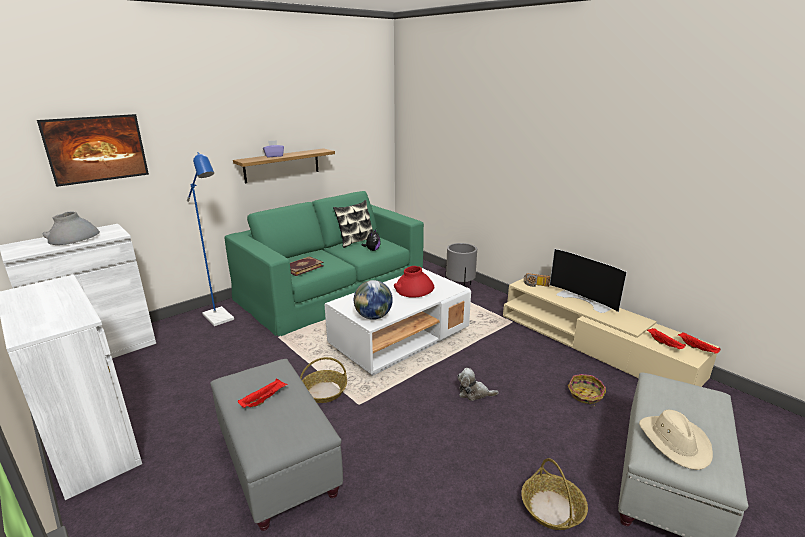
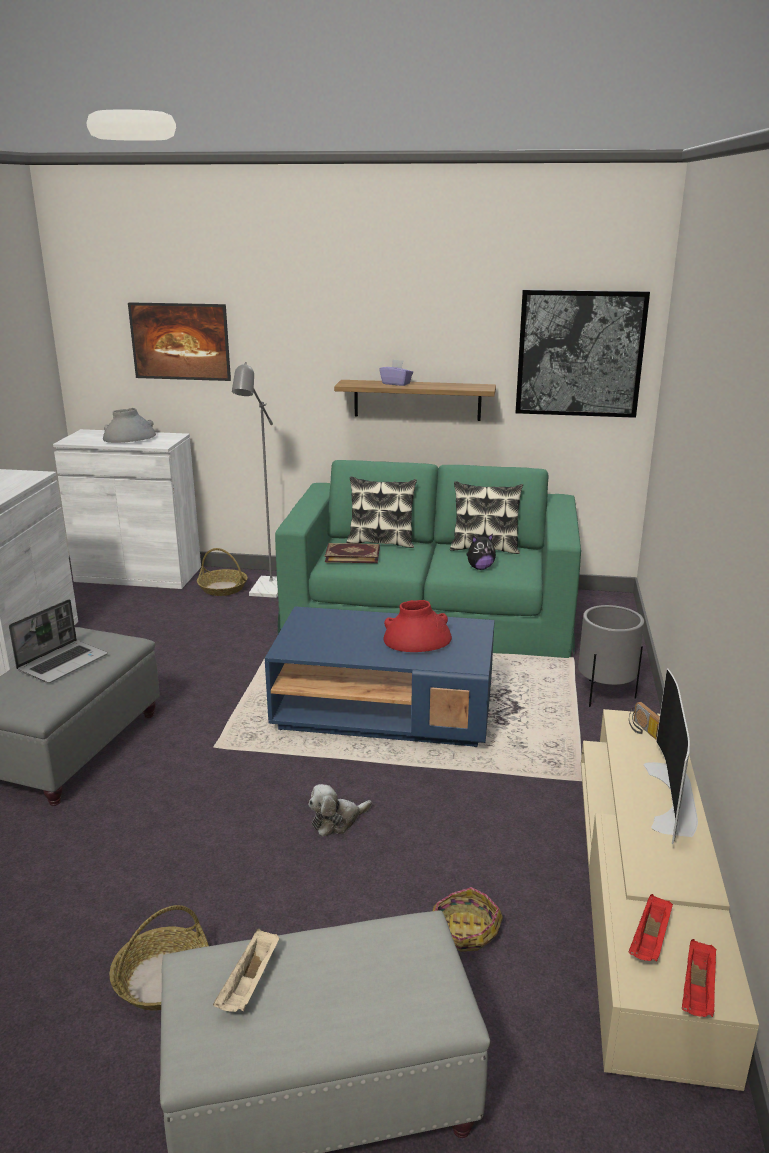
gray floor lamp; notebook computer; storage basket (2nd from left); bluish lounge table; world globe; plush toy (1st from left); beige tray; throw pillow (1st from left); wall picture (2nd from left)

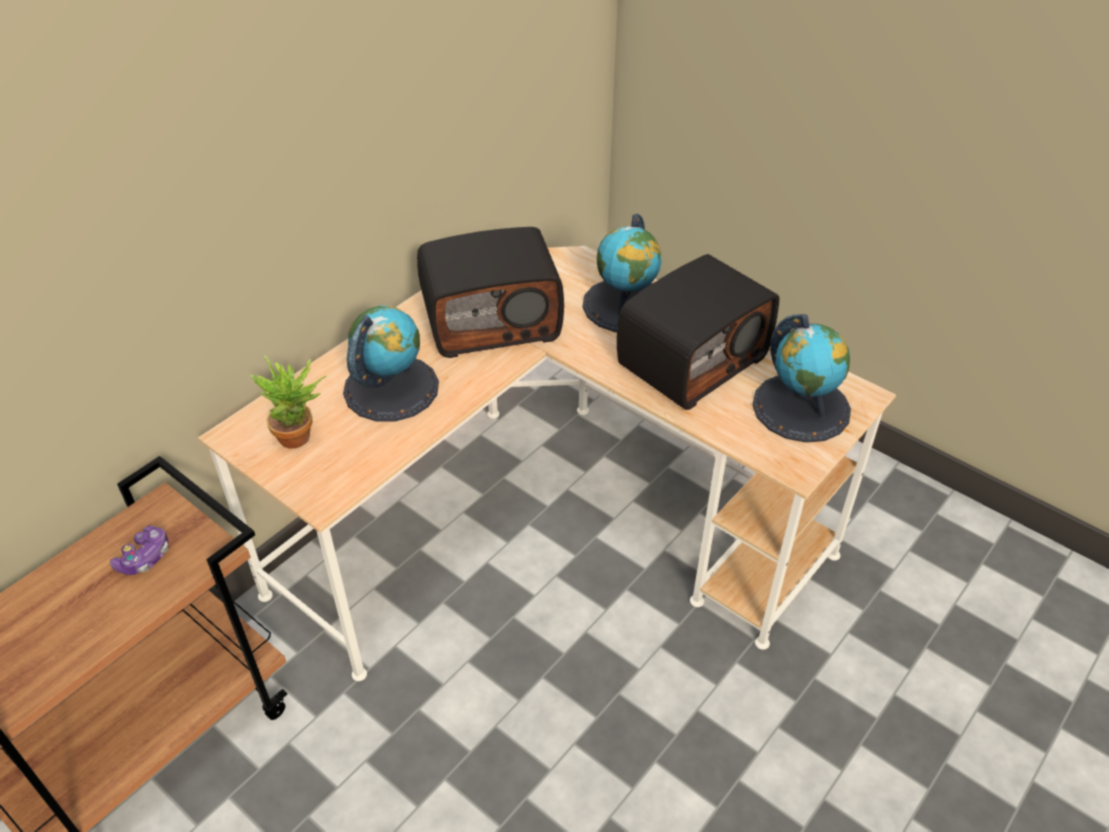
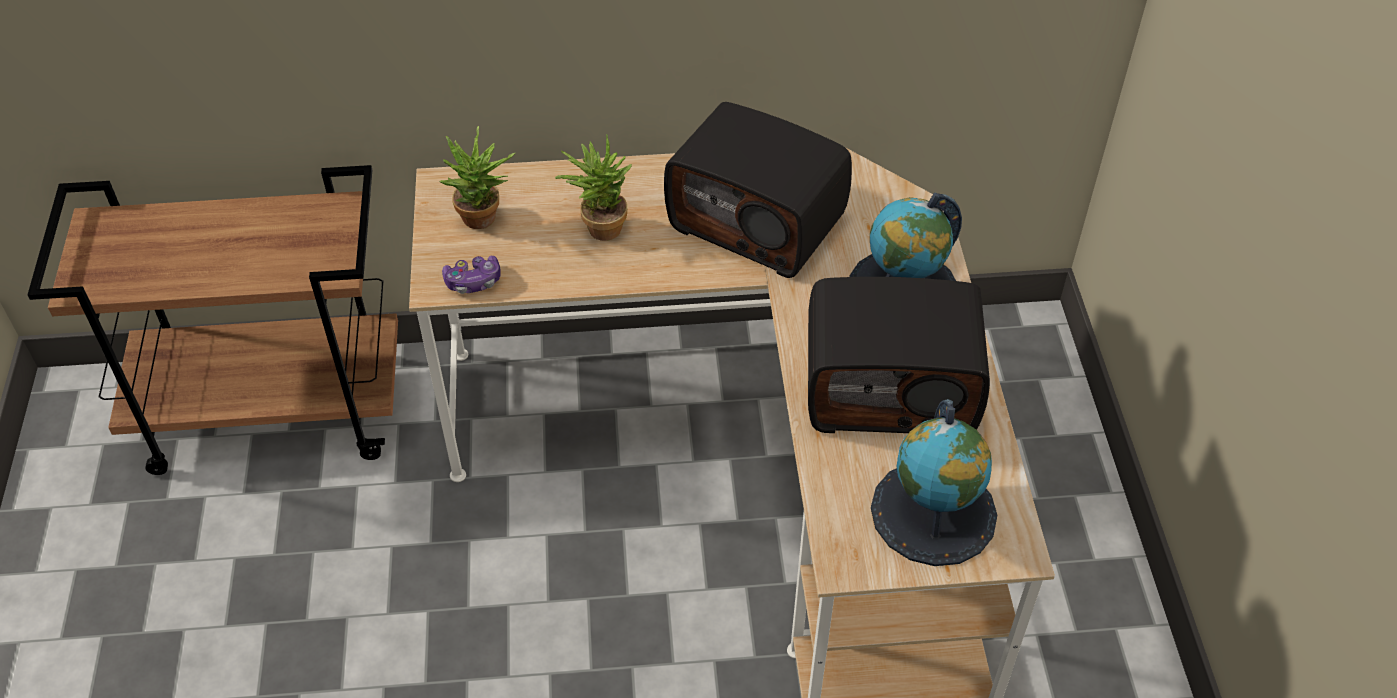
game controller; potted plant (2nd from left)

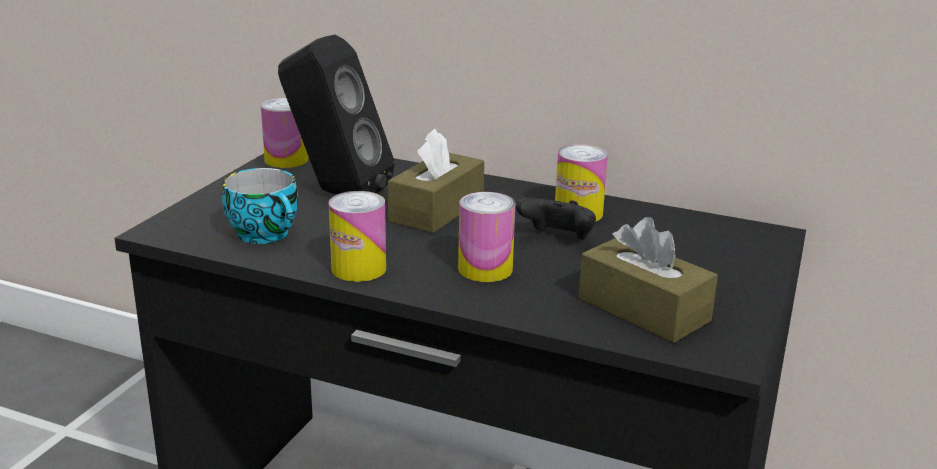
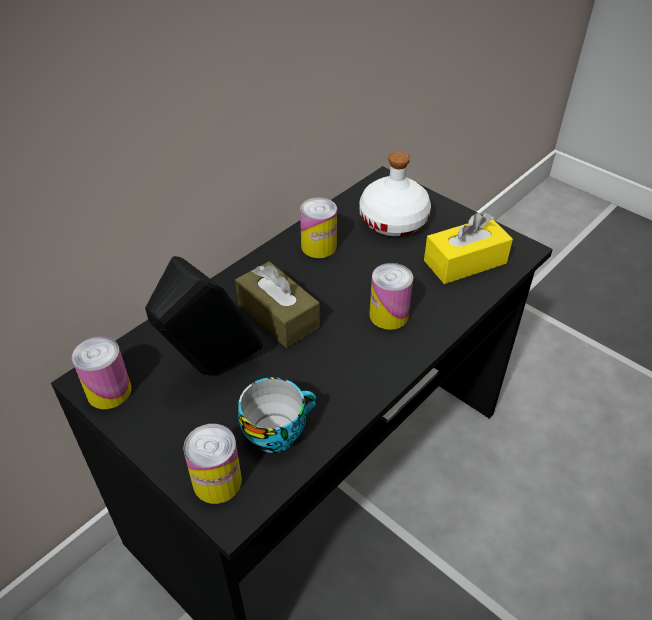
sealed can (2nd from left); black-coloured game controller; yellow box of tissues; whitish beverage bottle

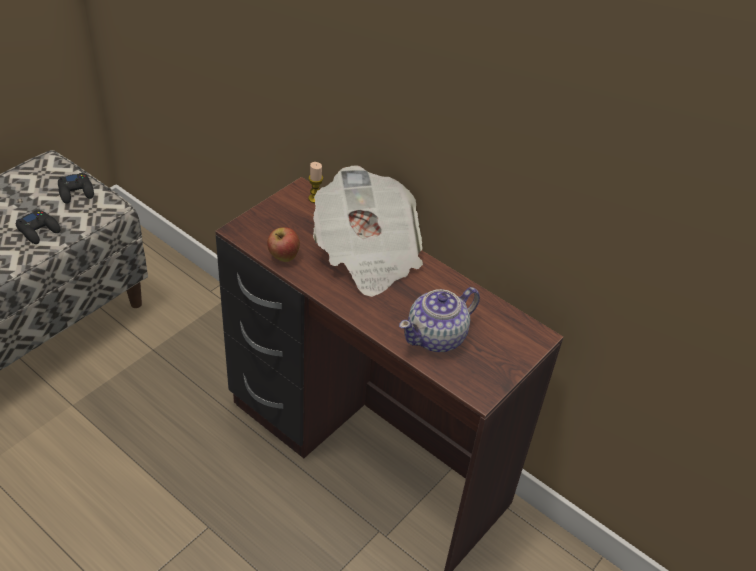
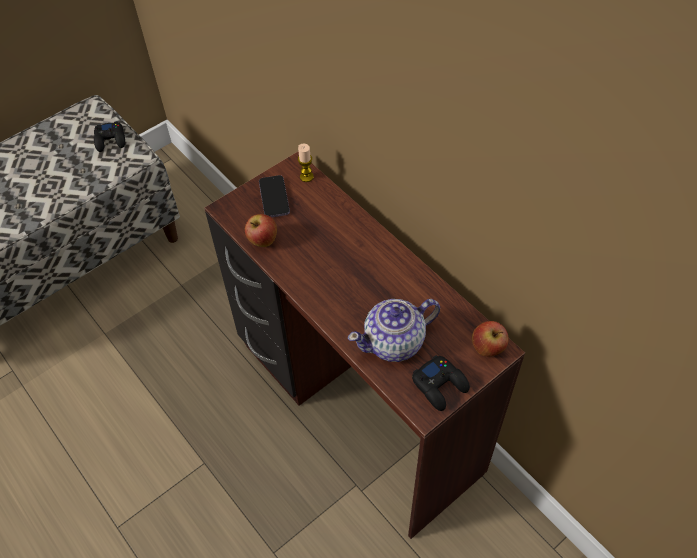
black-coloured game controller (2nd from left); printed paper; handset; whole apple (2nd from left)

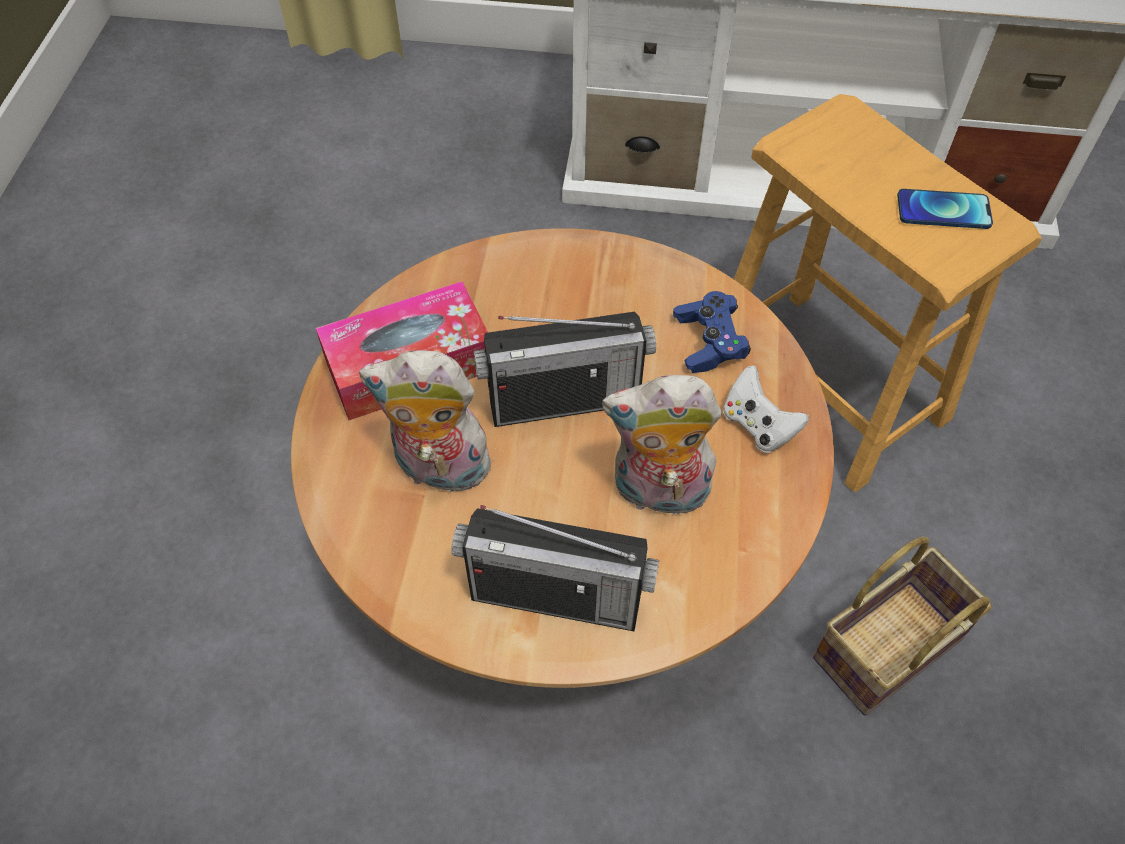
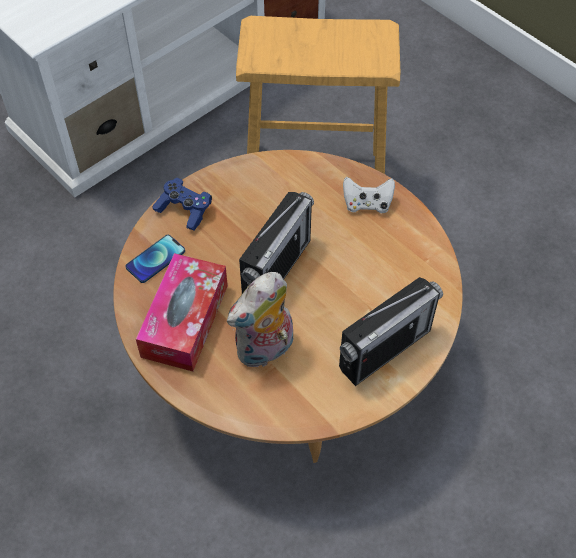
plush toy (2nd from left in the first image); bluish game controller; storage basket; handset

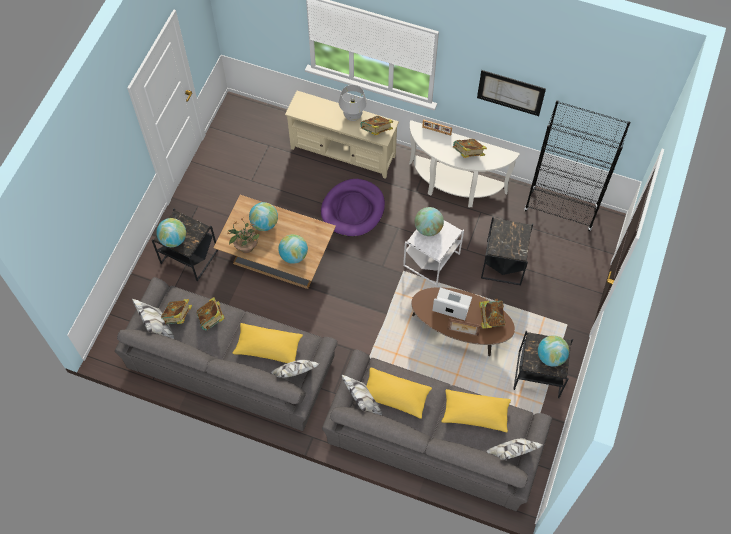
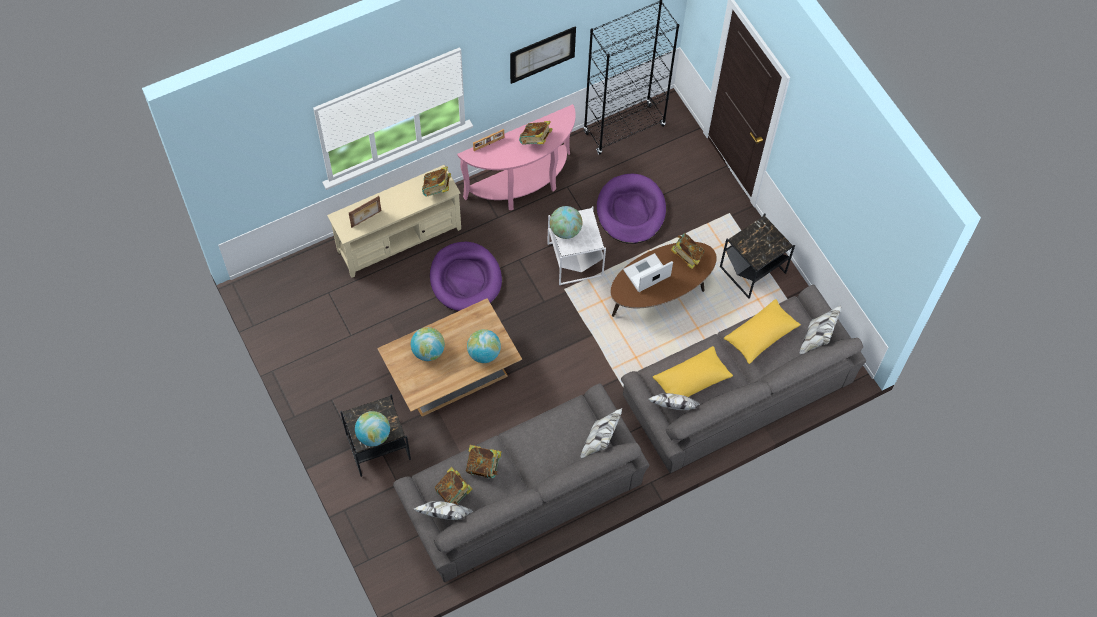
potted plant; yellow throw pillow (1st from left in the first image); whitish tabletop lamp; pinkish console table; picture frame (1st from left); purple pet bed (2nd from left); world globe (5th from left in the first image)

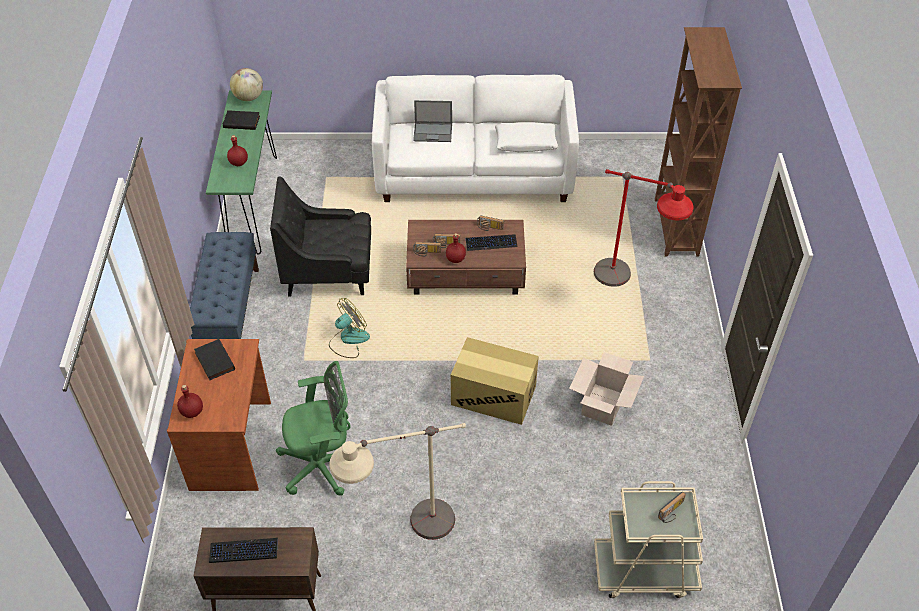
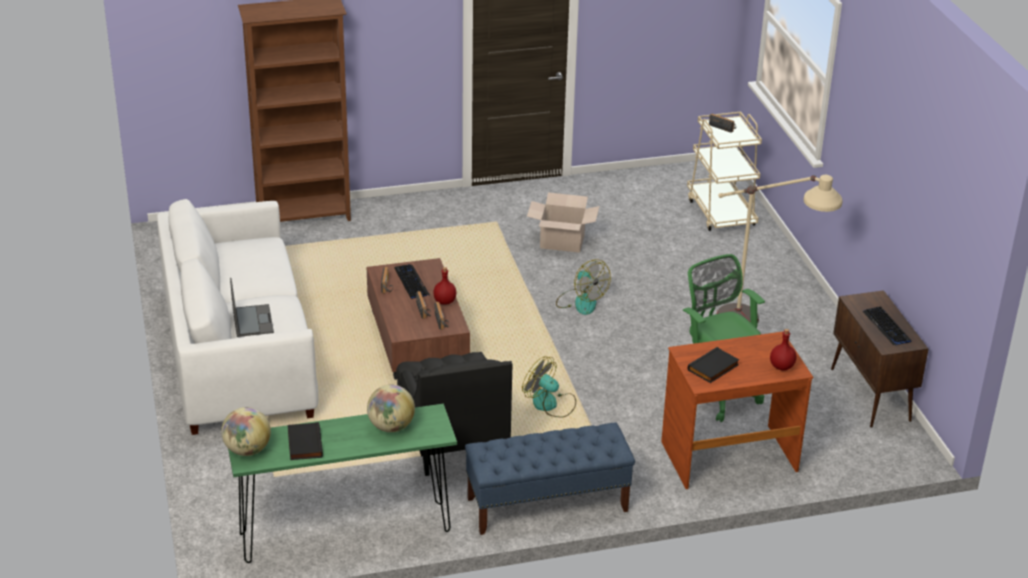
world globe (2nd from left); cooling fan (2nd from left); whitish throw pillow; reddish floor lamp

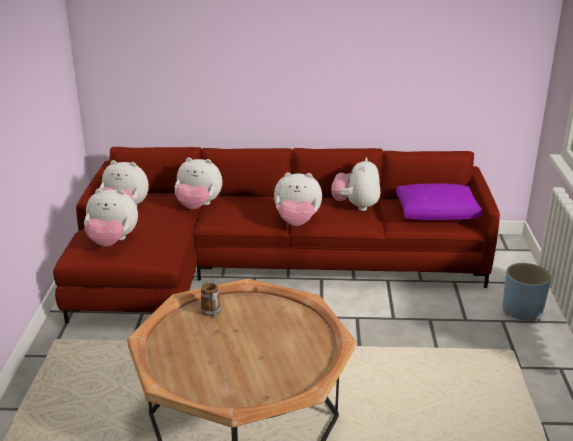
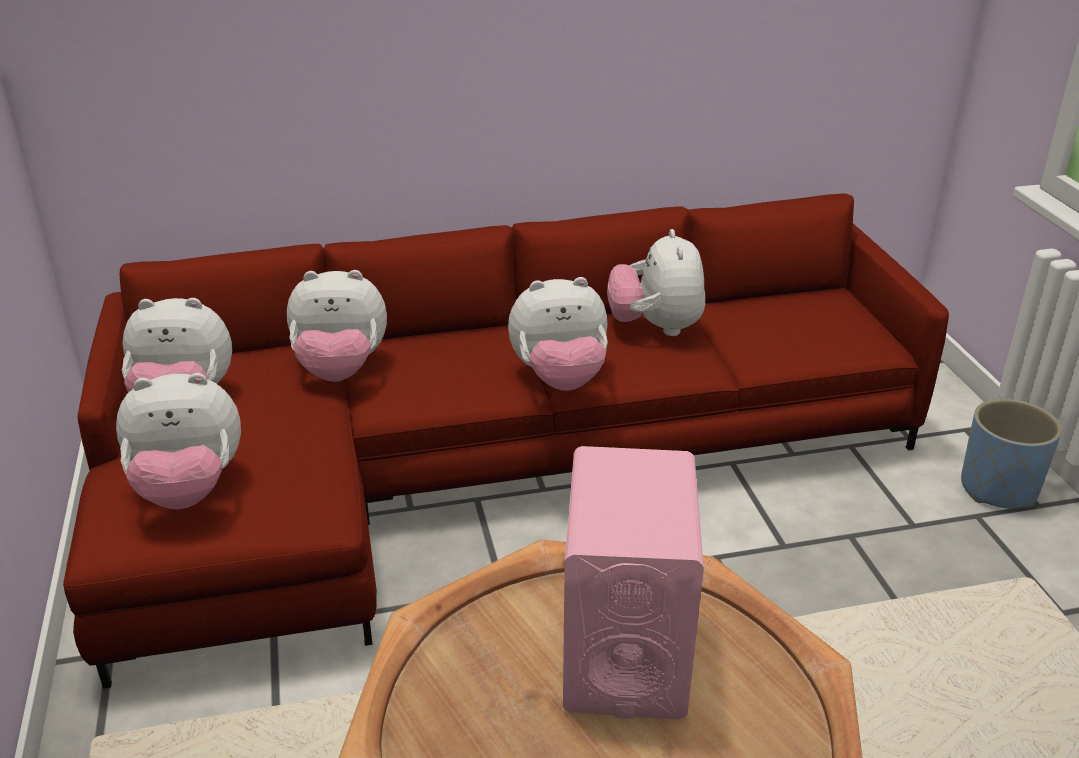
mug; purple throw pillow; pinkish audio speaker

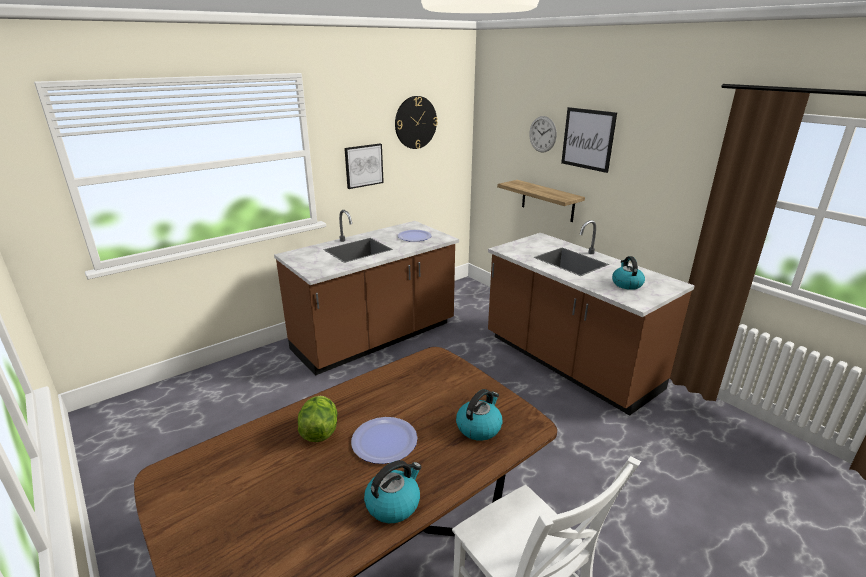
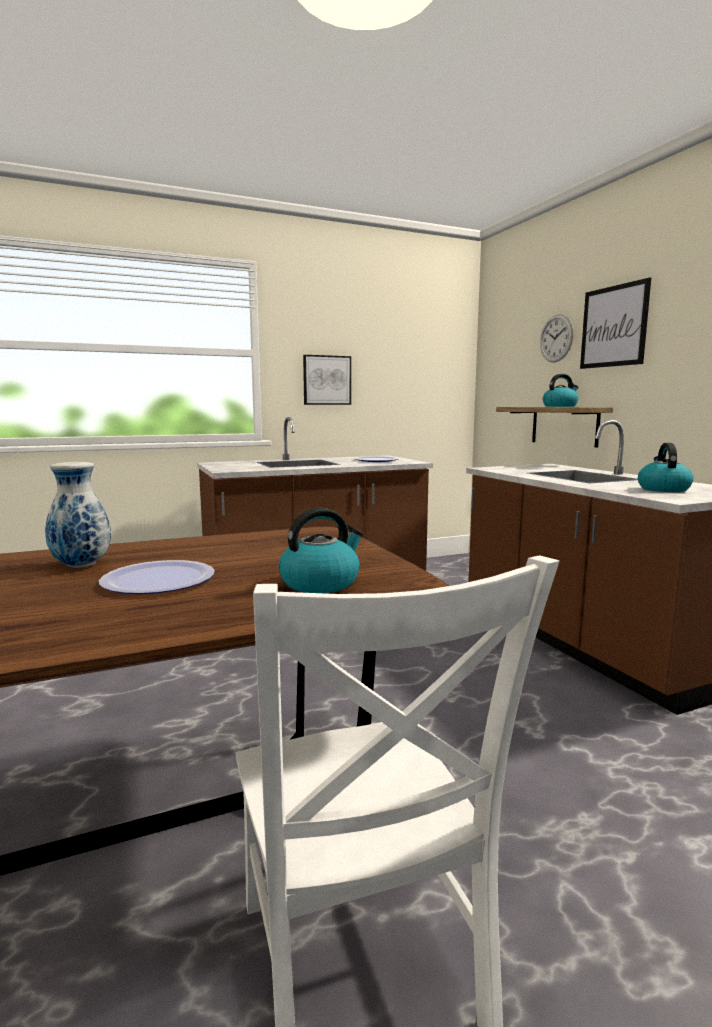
vase; water kettle (2nd from left); hanging clock (1st from left in the first image)

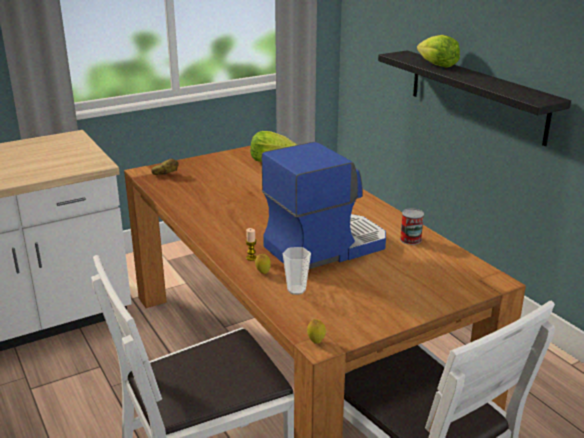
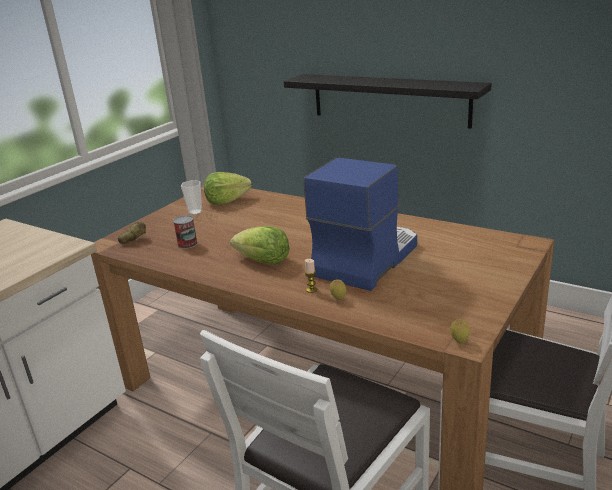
drinking cup; sealed can; head of lettuce (2nd from left)

